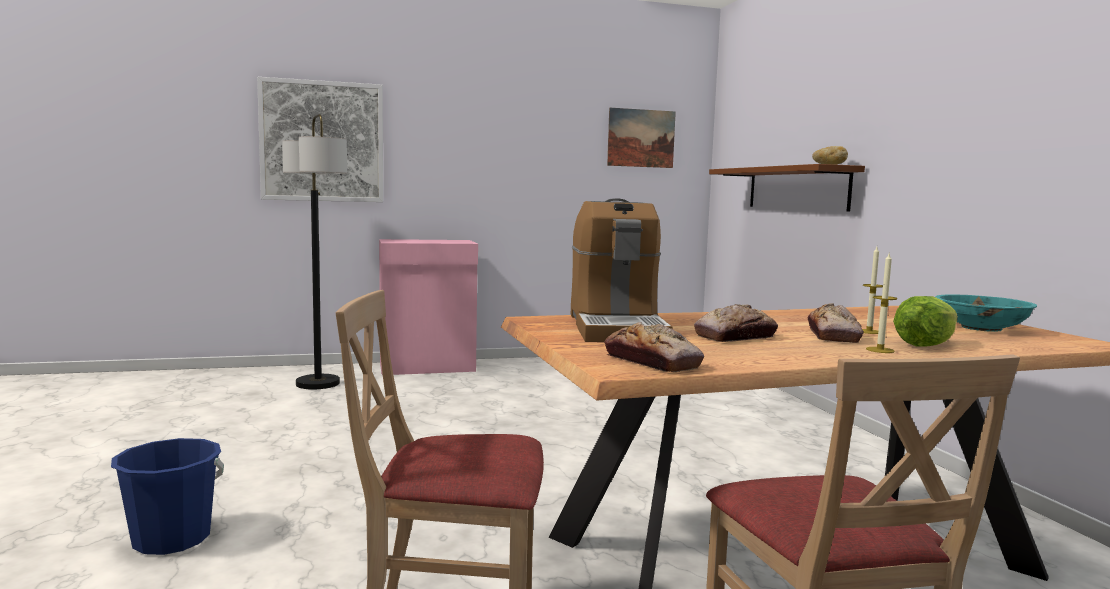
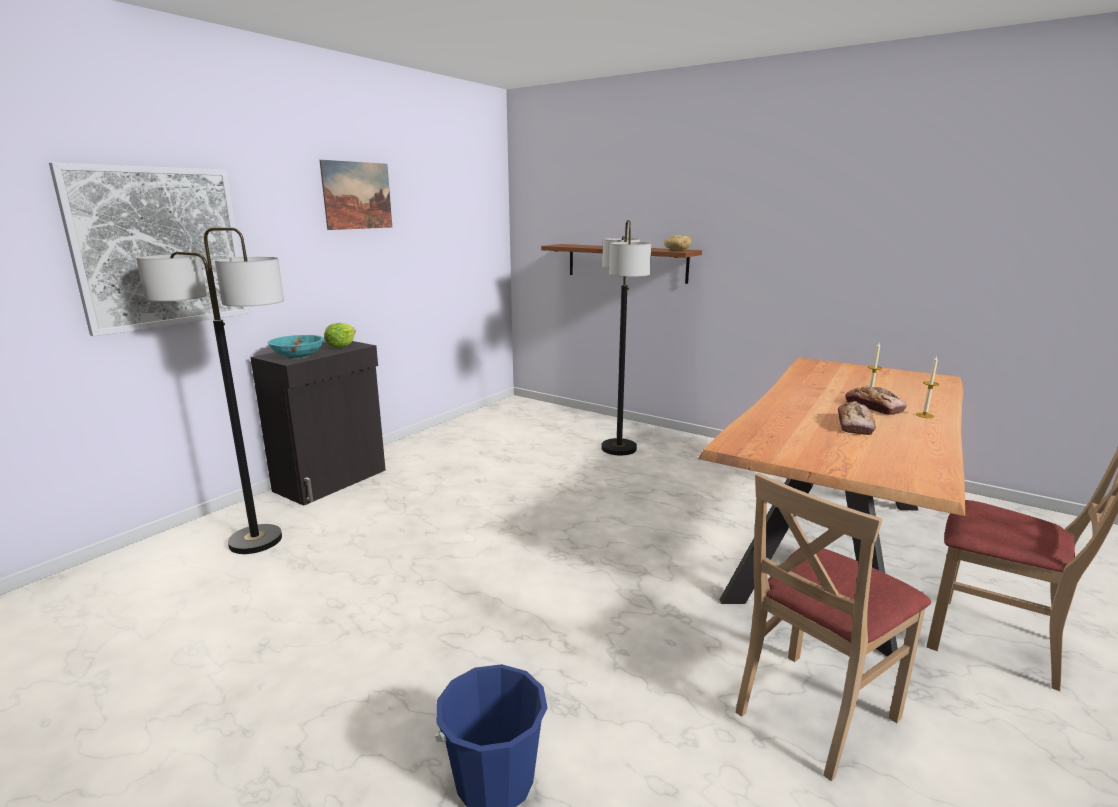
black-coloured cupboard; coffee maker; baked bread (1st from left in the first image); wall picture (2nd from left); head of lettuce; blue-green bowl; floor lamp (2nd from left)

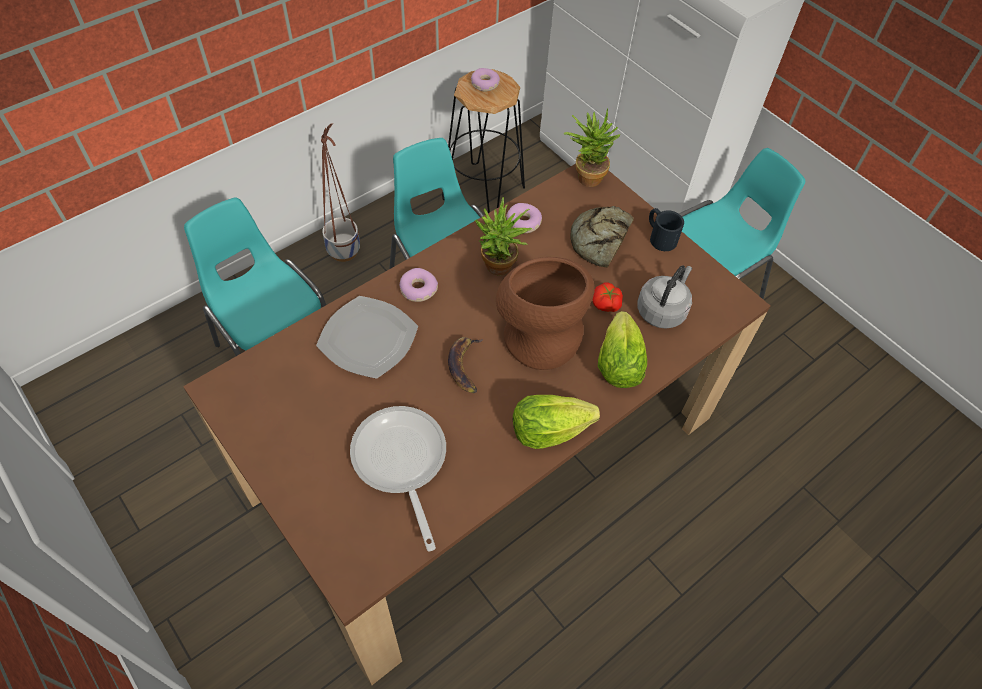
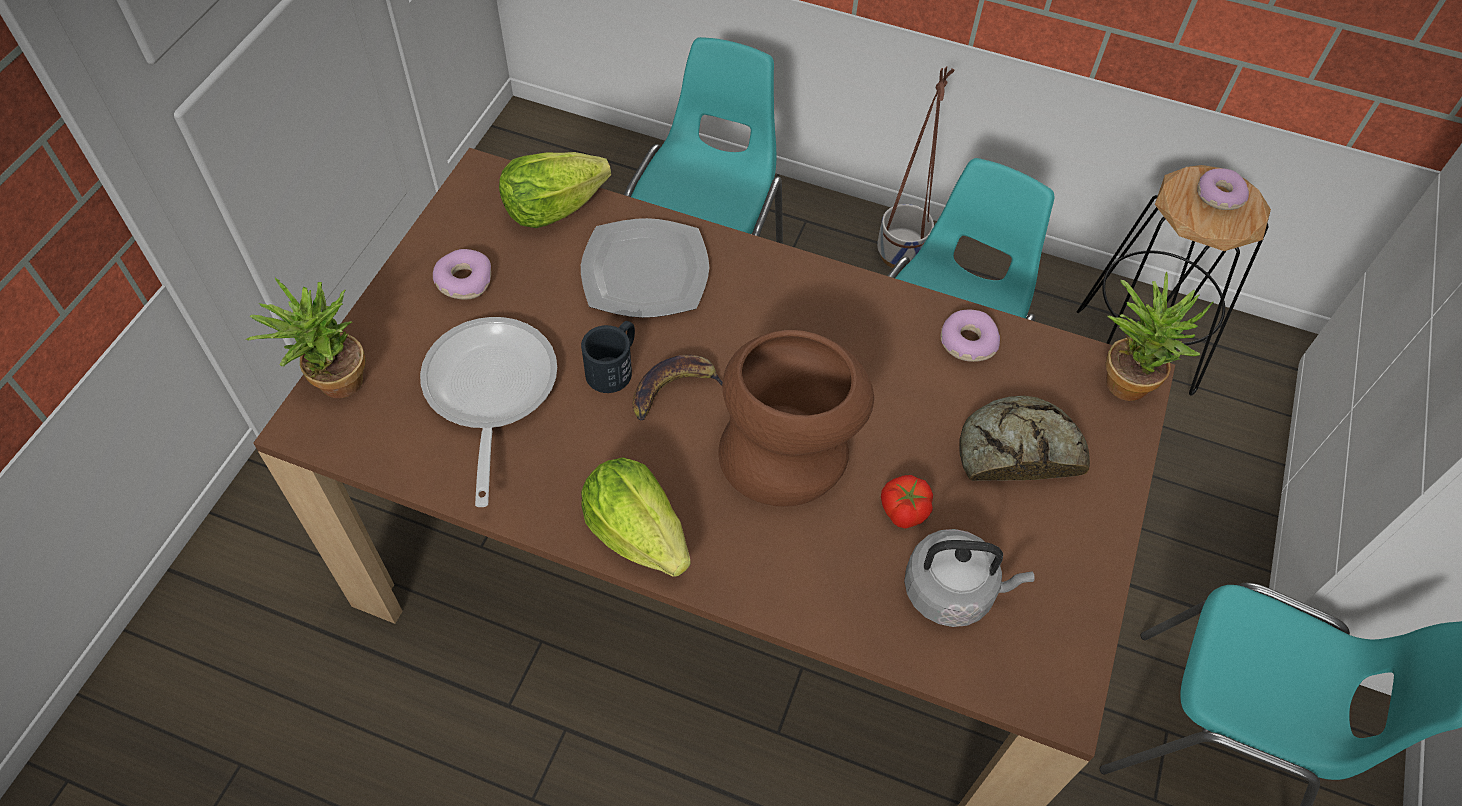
skillet; donut (1st from left); potted plant (1st from left); head of lettuce (1st from left); black-coloured mug

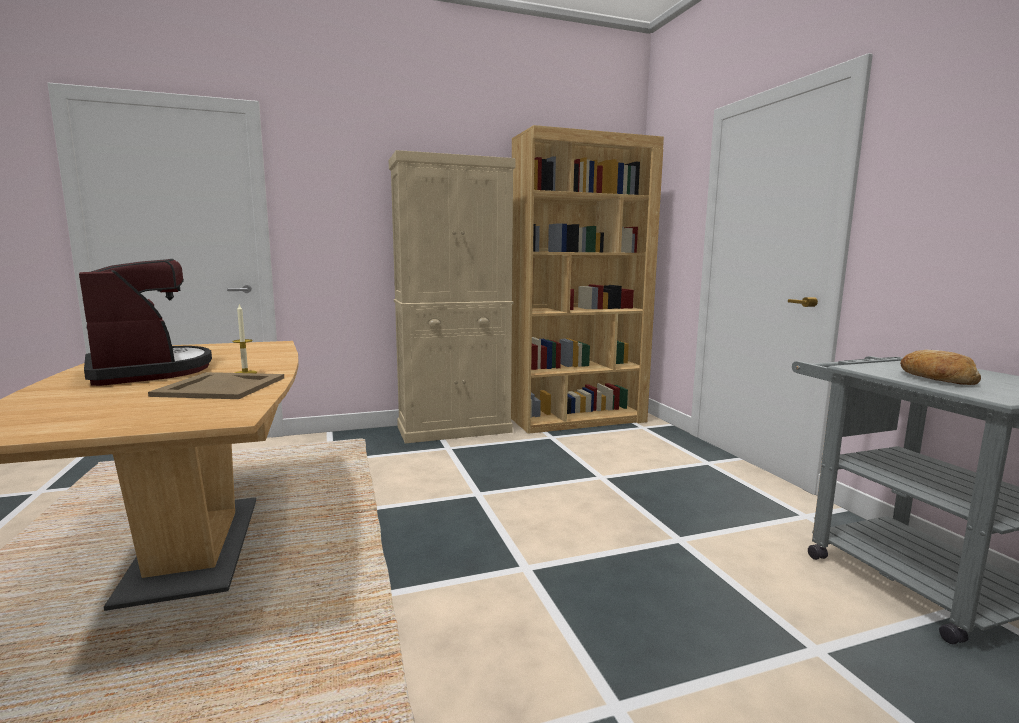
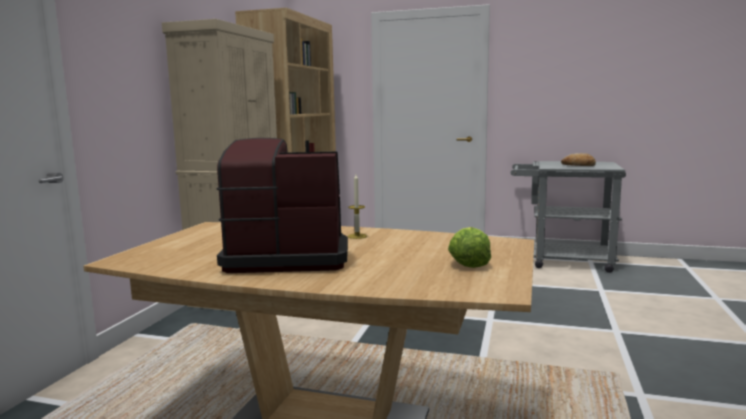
beige tray; head of lettuce

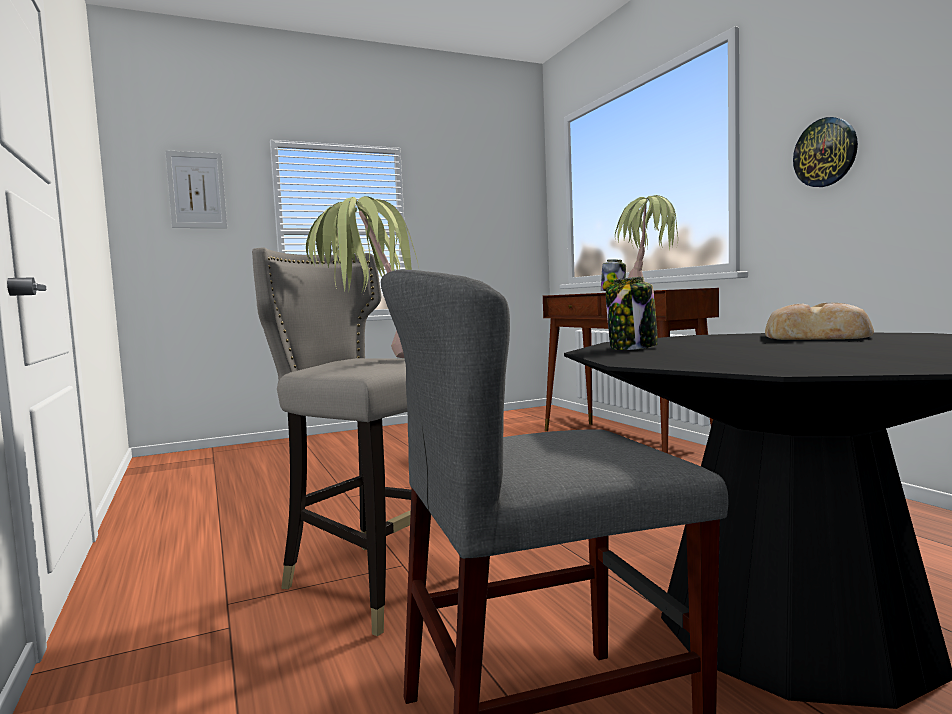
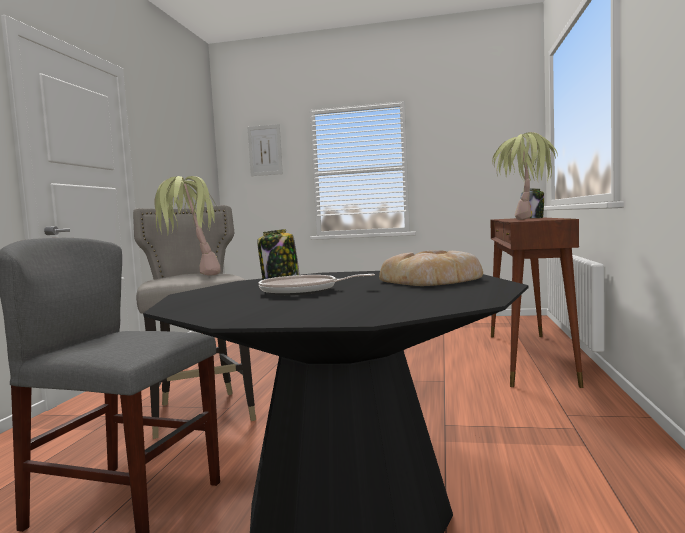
hanging clock; skillet

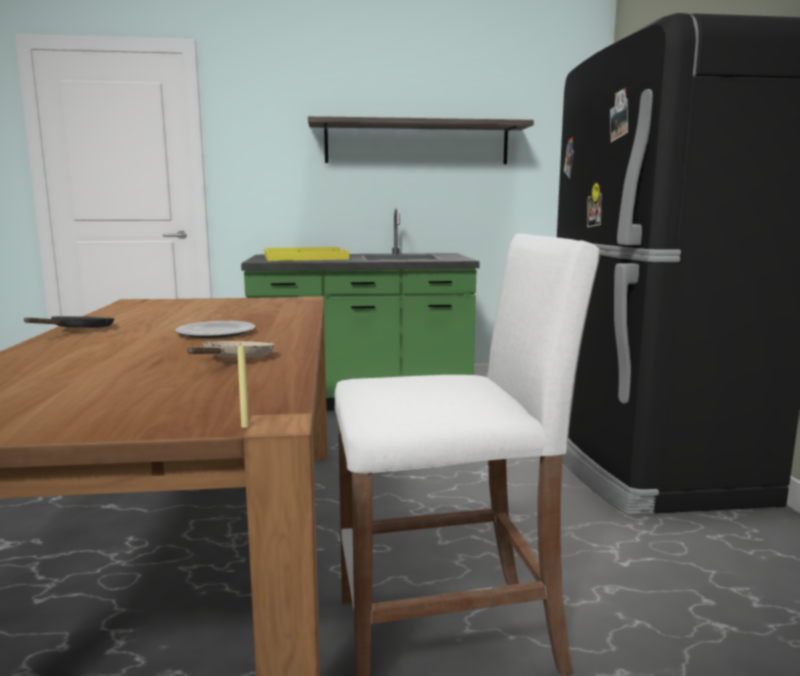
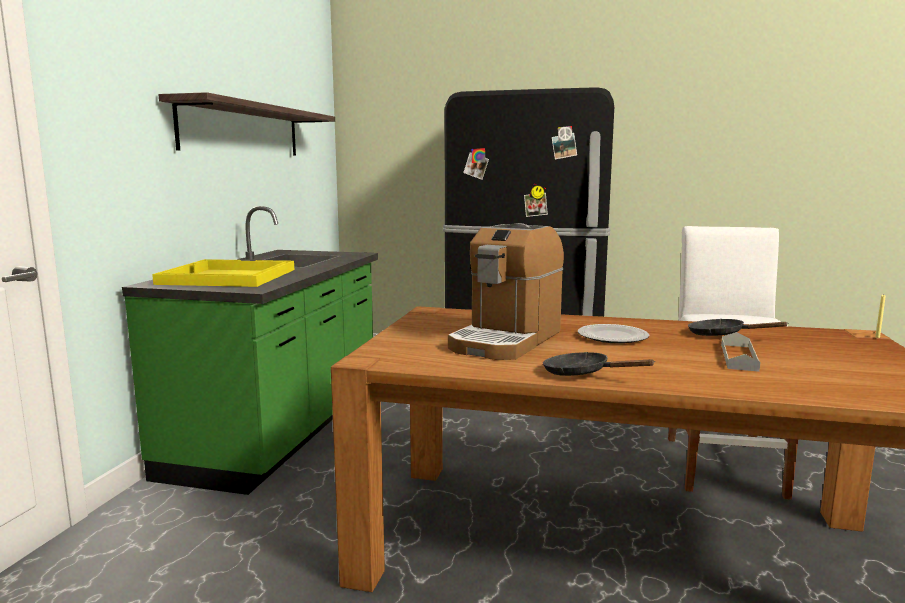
black-coloured skillet (2nd from left); coffee maker; gray tray

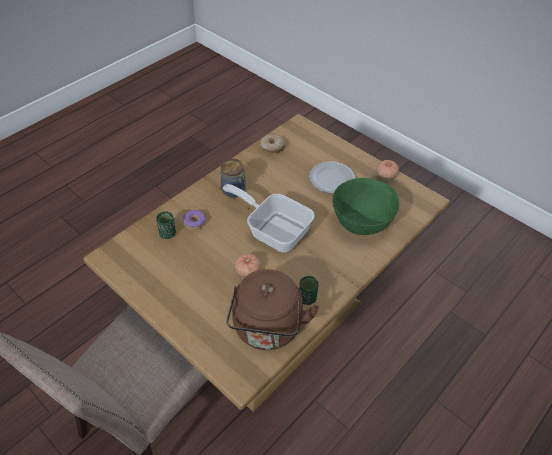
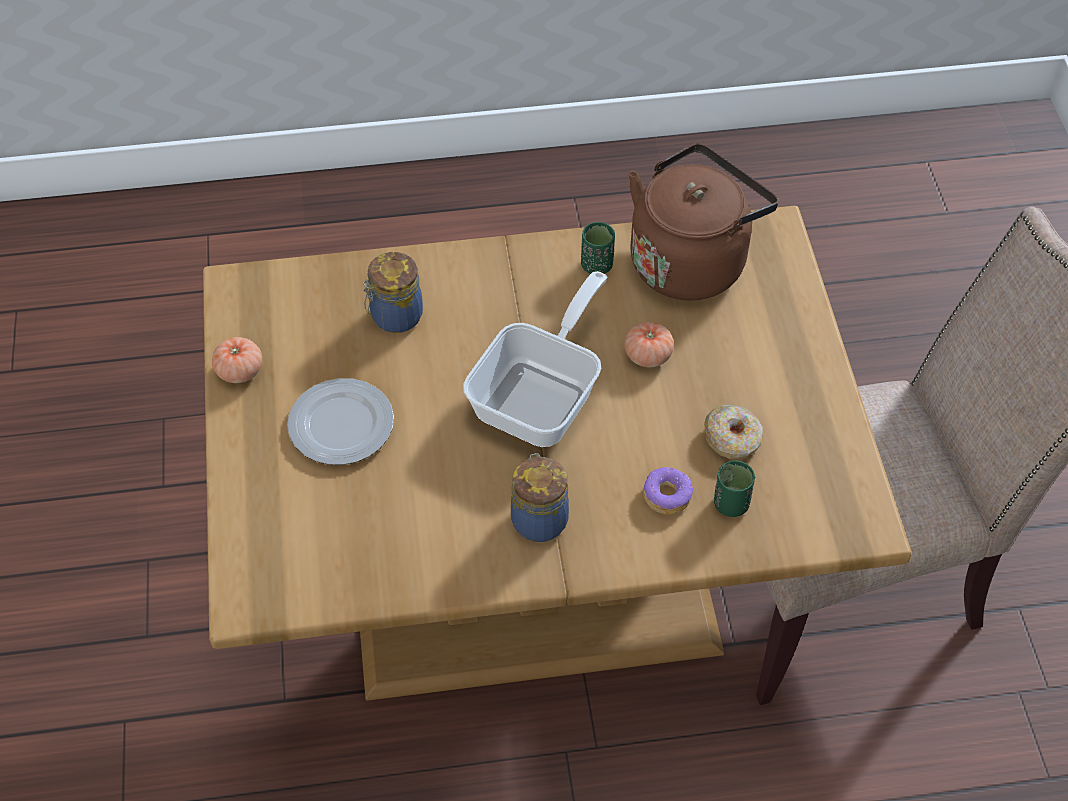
skillet; donut (2nd from left); preserve jar (1st from left)

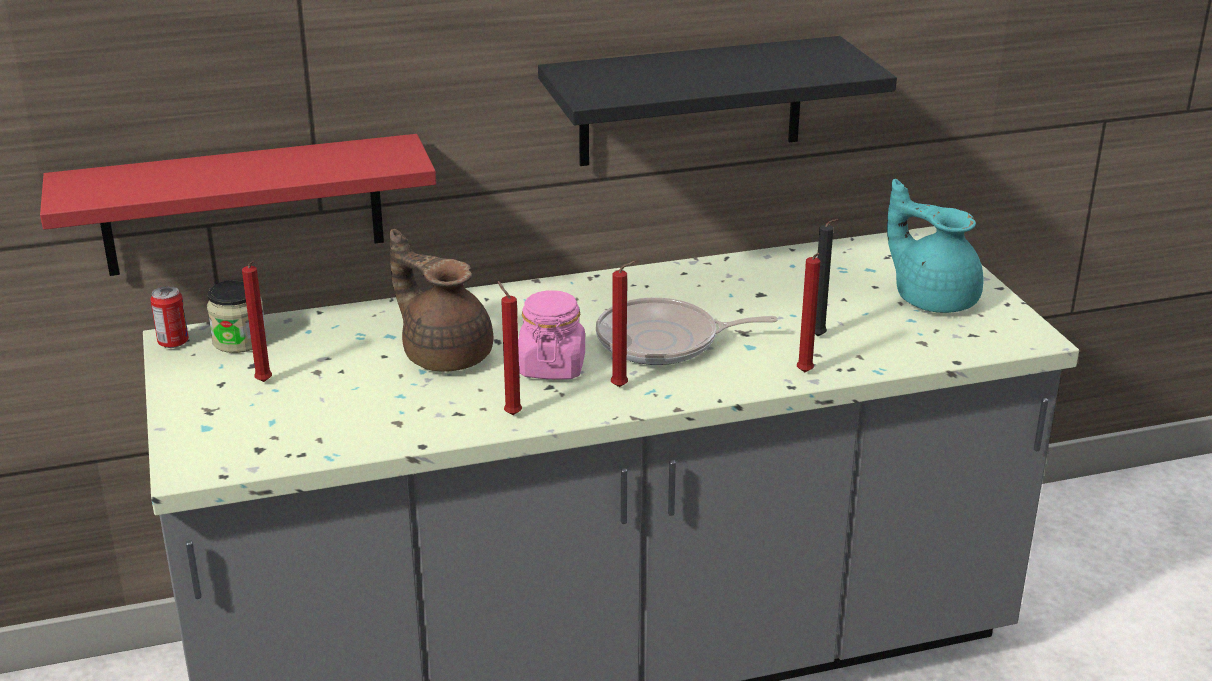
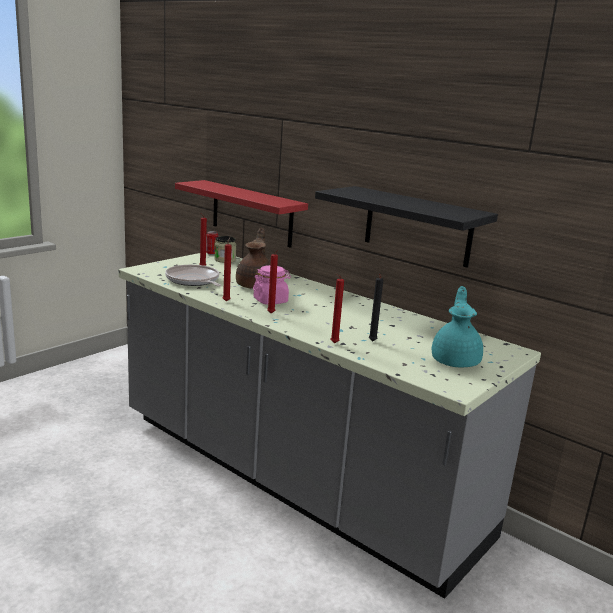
skillet

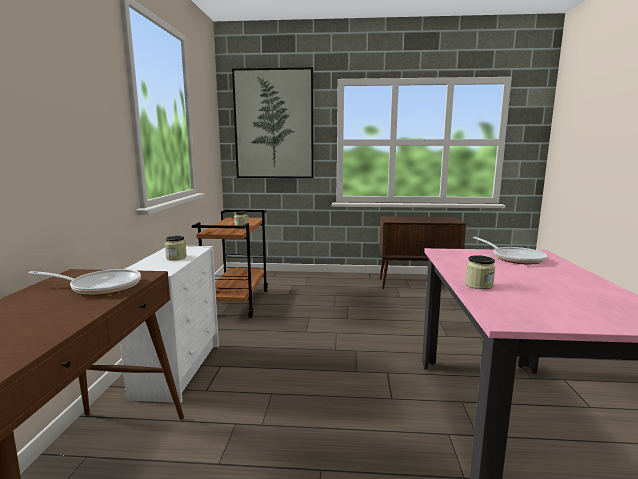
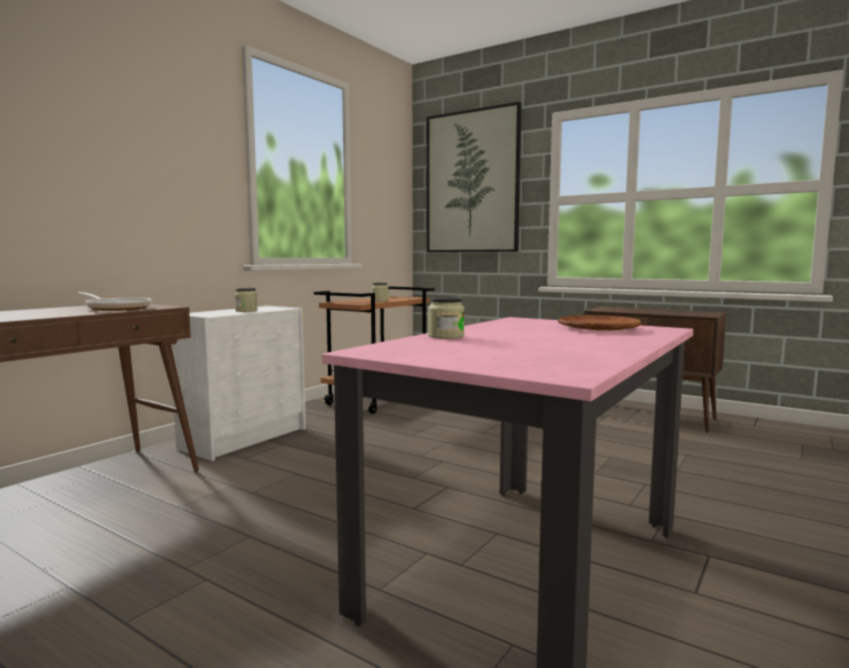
brownish flat dish

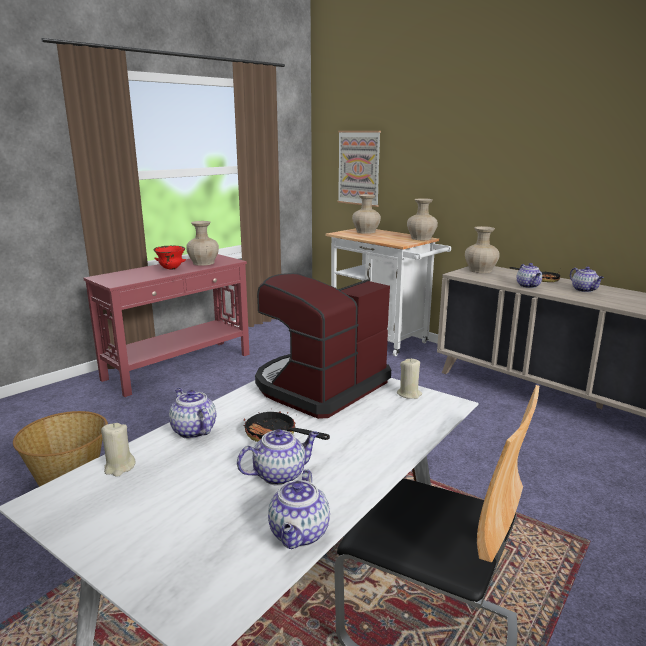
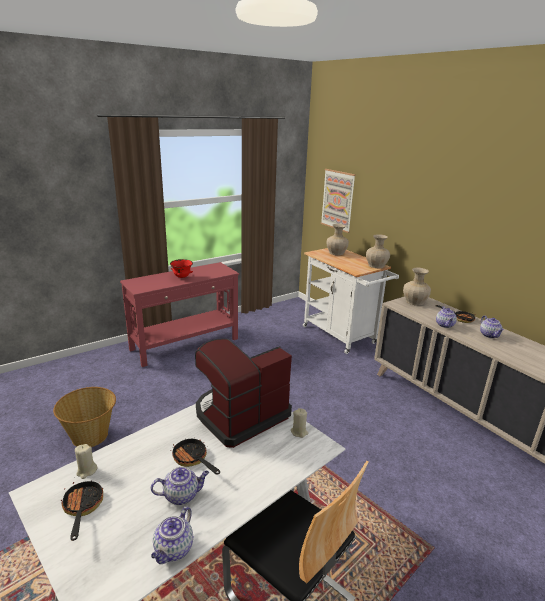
tea pot (1st from left in the first image); beige vase (1st from left in the first image); skillet (1st from left)

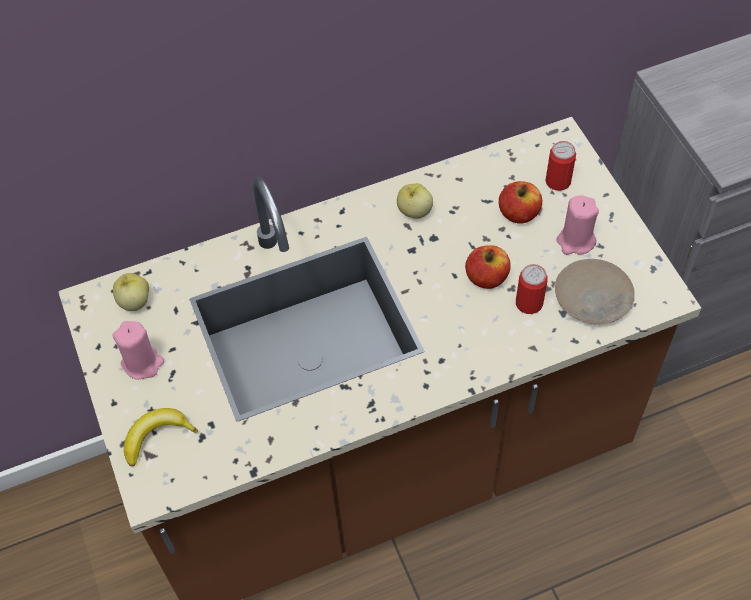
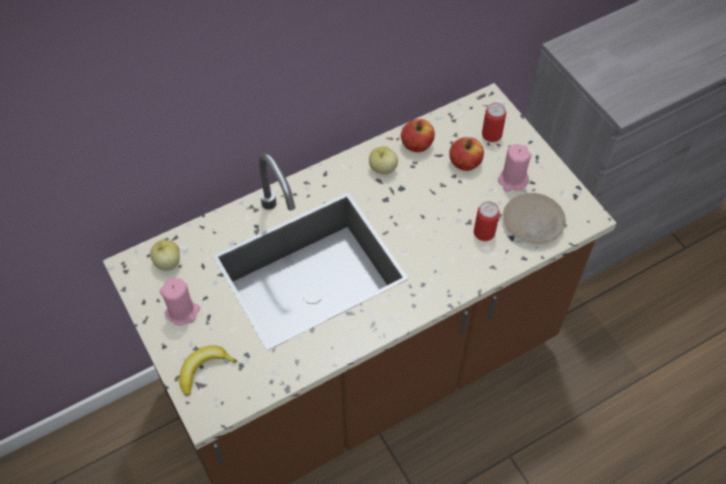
whole apple (3rd from left)

